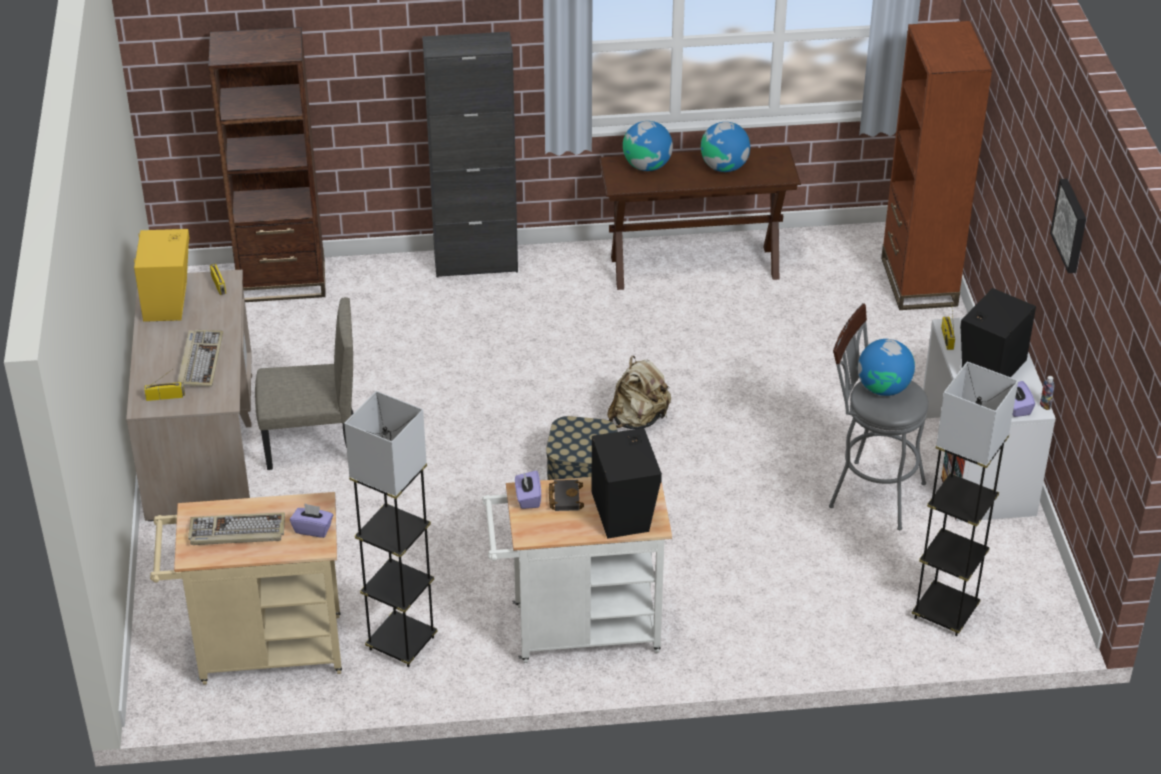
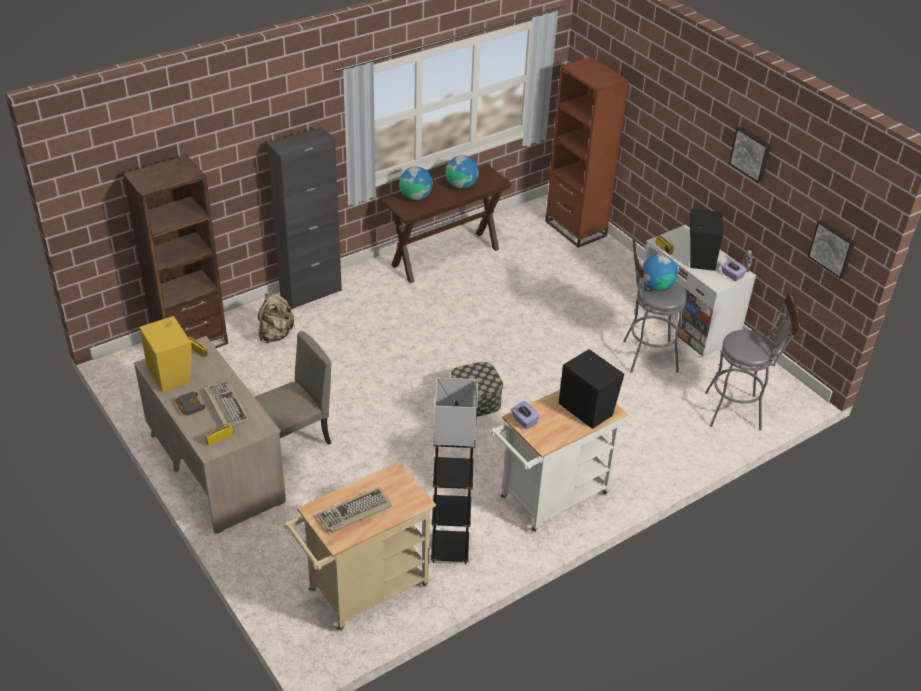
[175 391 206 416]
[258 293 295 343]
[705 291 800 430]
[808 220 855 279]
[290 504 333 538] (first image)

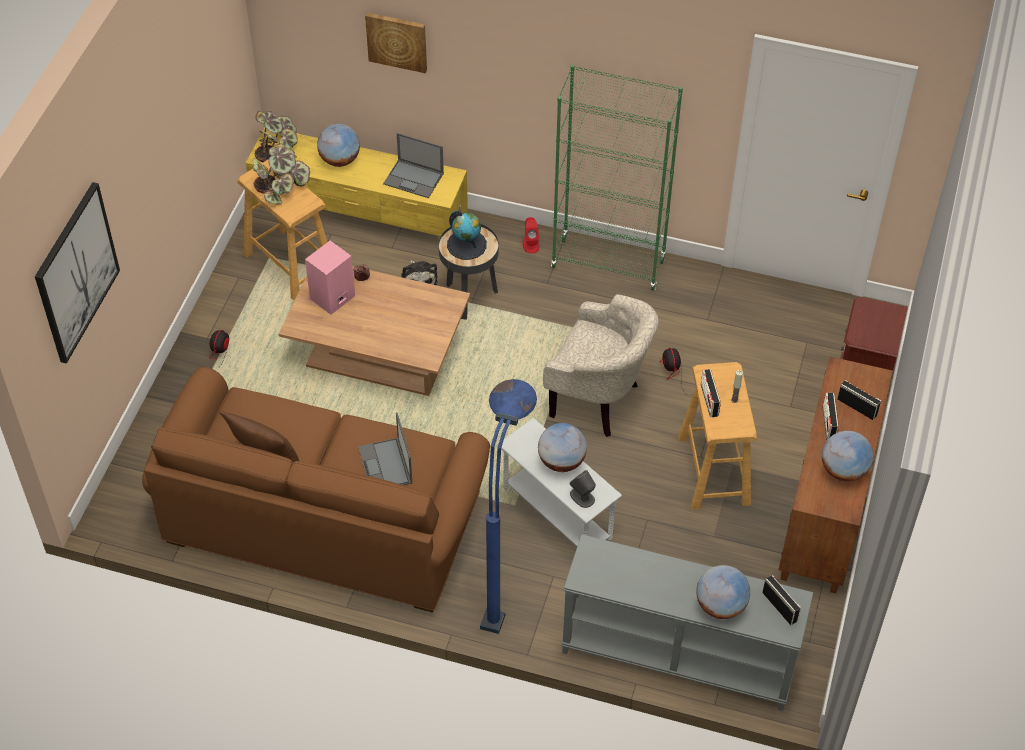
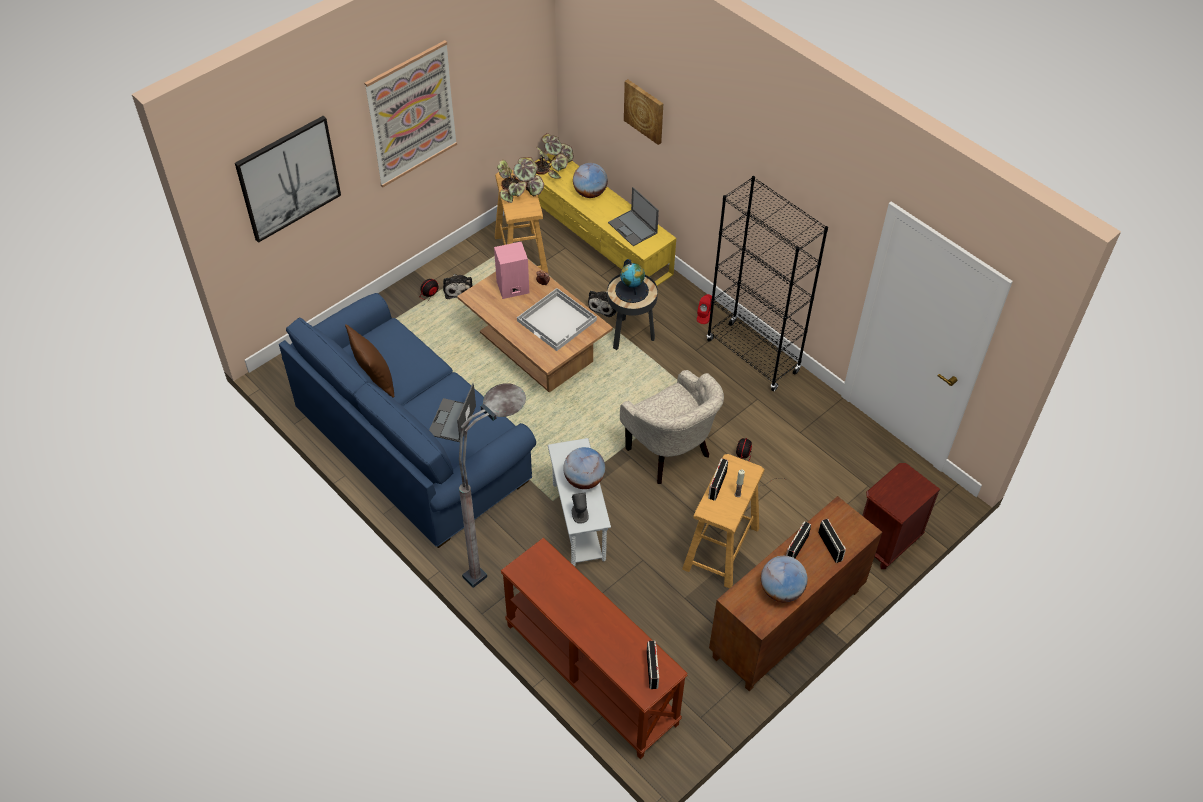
[279 293 536 548]
[364 40 457 187]
[443 274 472 299]
[459 383 526 588]
[501 538 688 759]
[517 288 597 351]
[707 176 828 391]
[696 565 750 619] (first image)

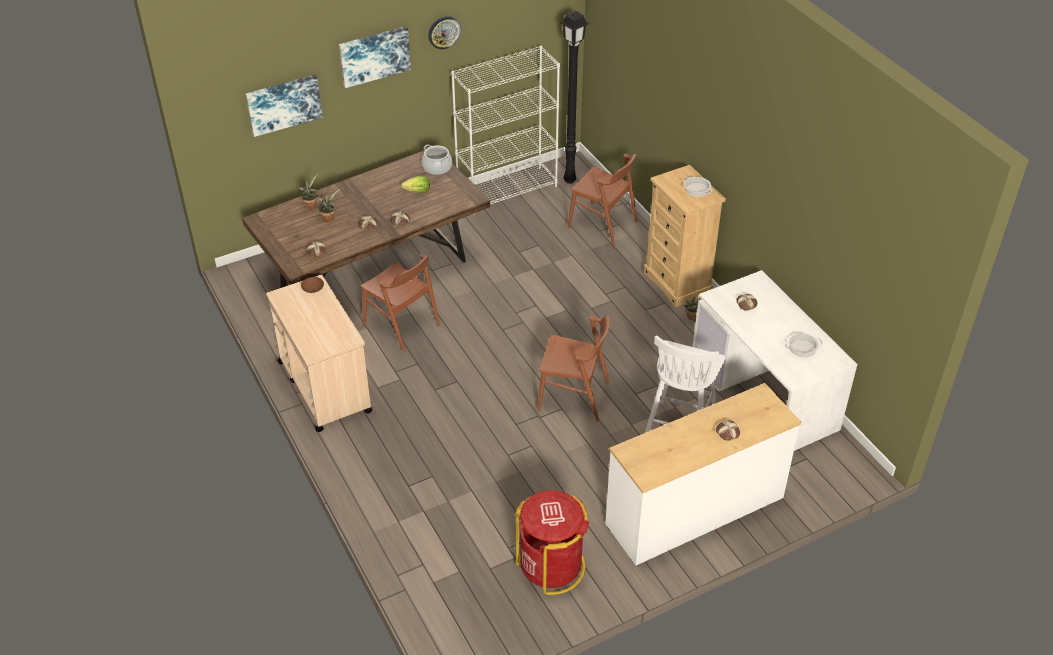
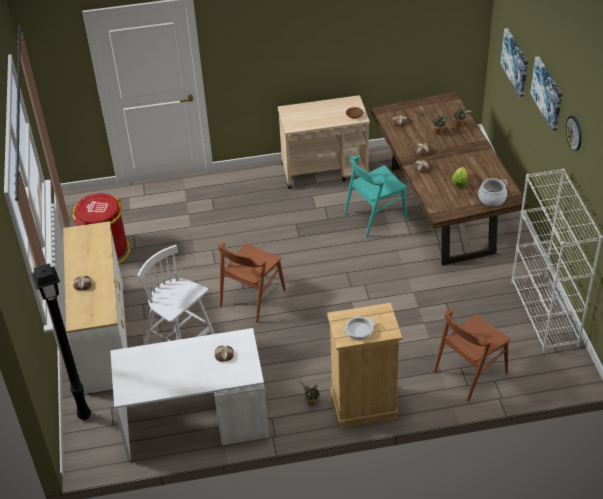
[31 263 91 420]
[344 155 407 238]
[785 333 823 358] (first image)

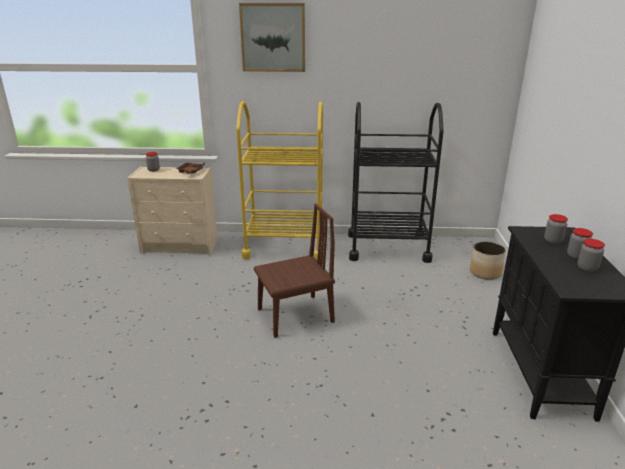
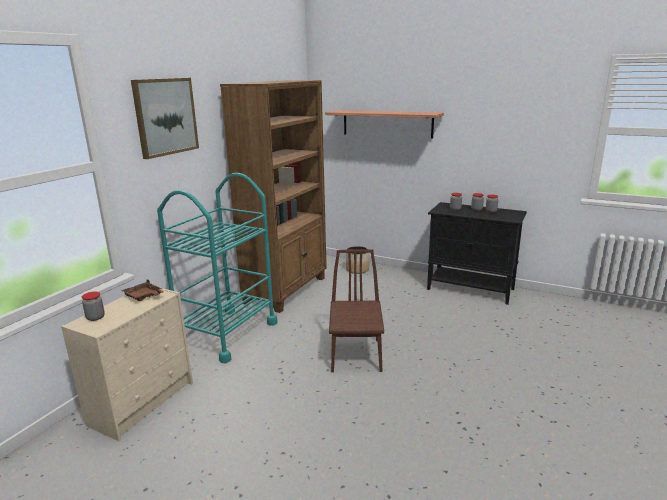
[157 173 277 363]
[220 80 327 313]
[325 110 444 139]

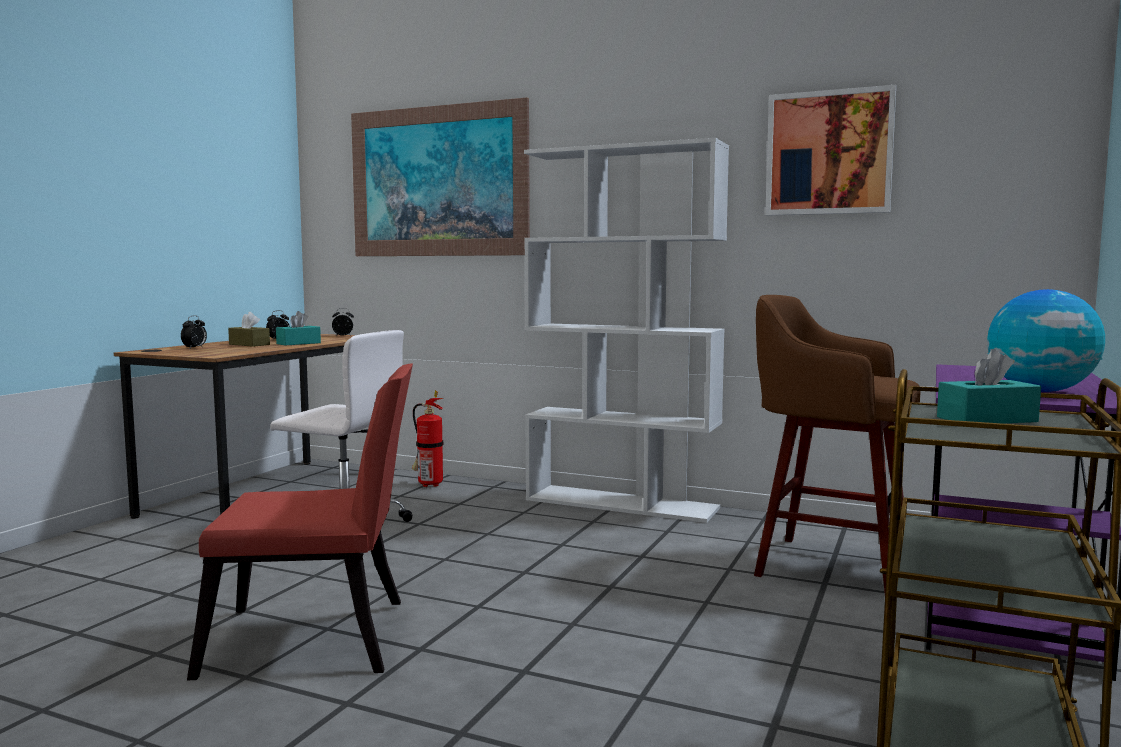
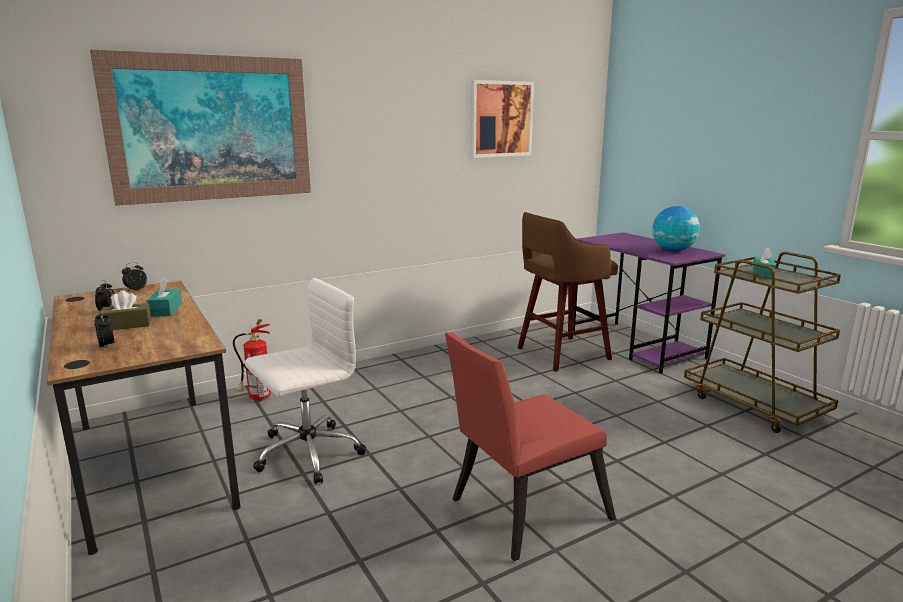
[445 332 616 561]
[524 138 729 523] (first image)

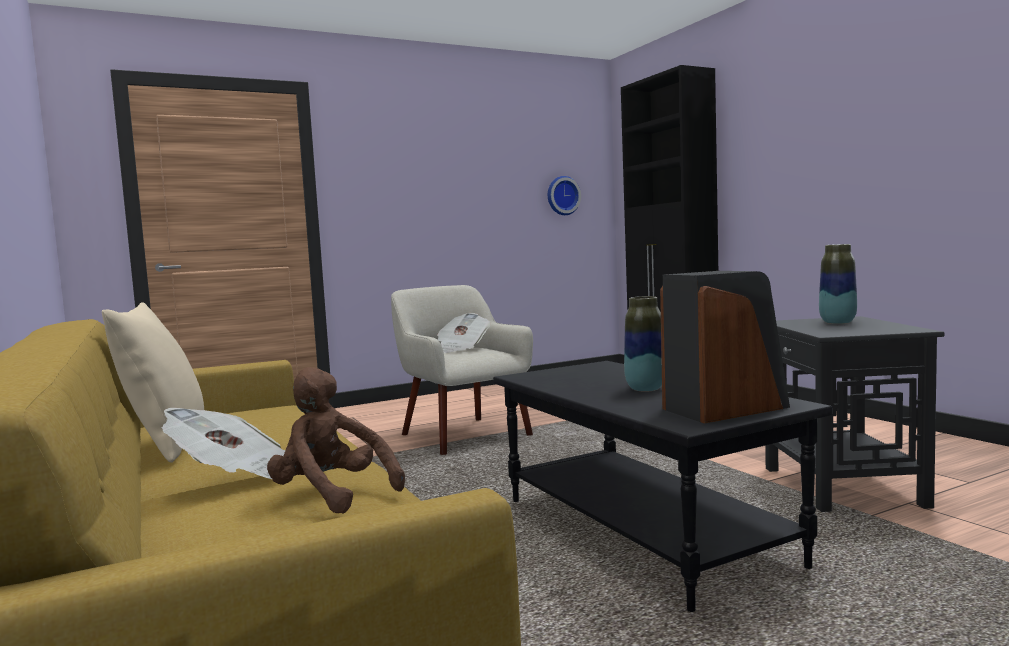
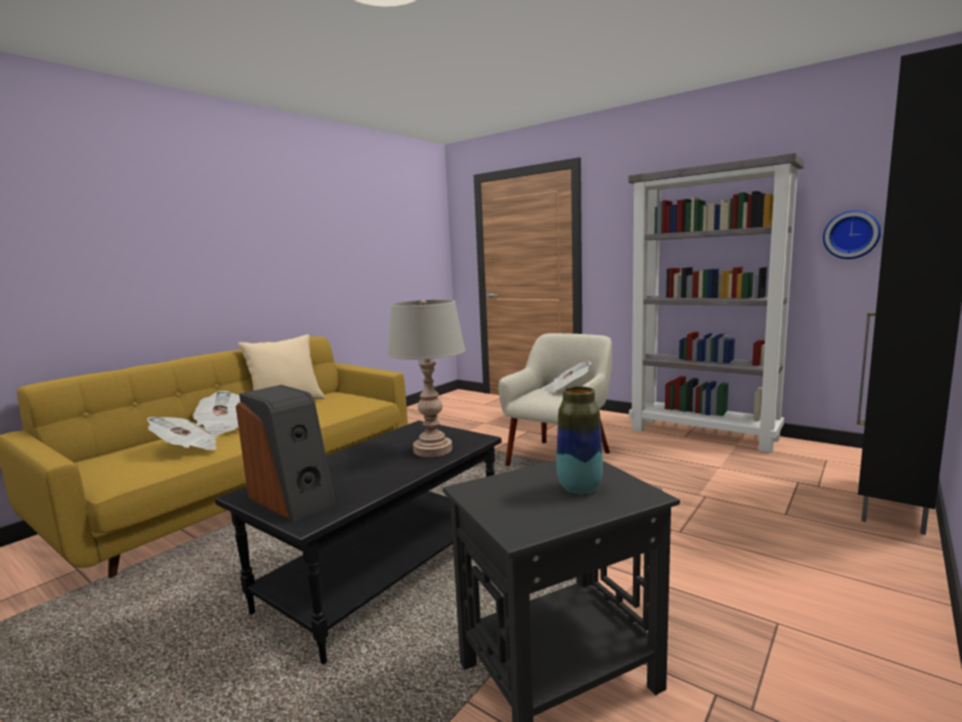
[147 417 217 450]
[387 300 465 457]
[628 153 804 453]
[624 296 662 392] (first image)

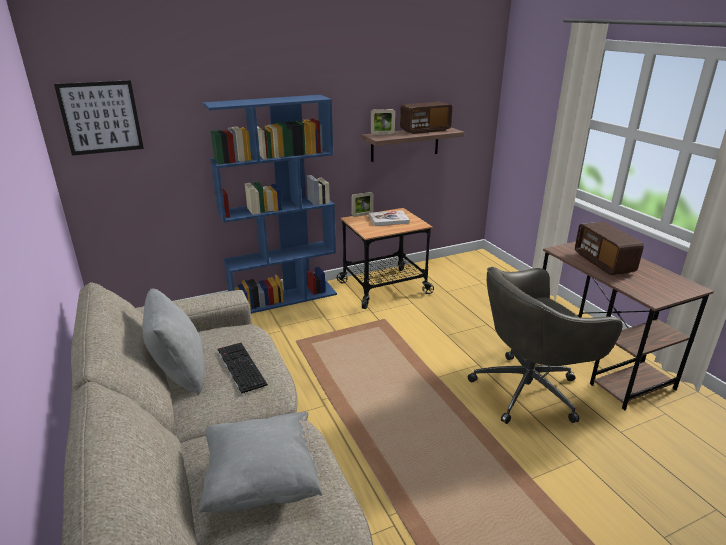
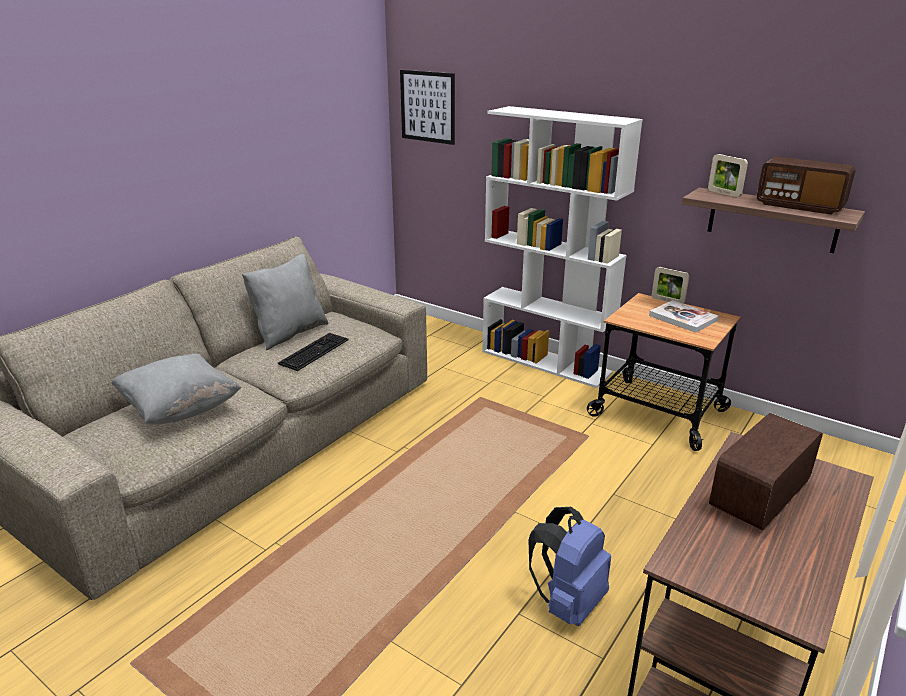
[482 106 643 388]
[528 507 611 626]

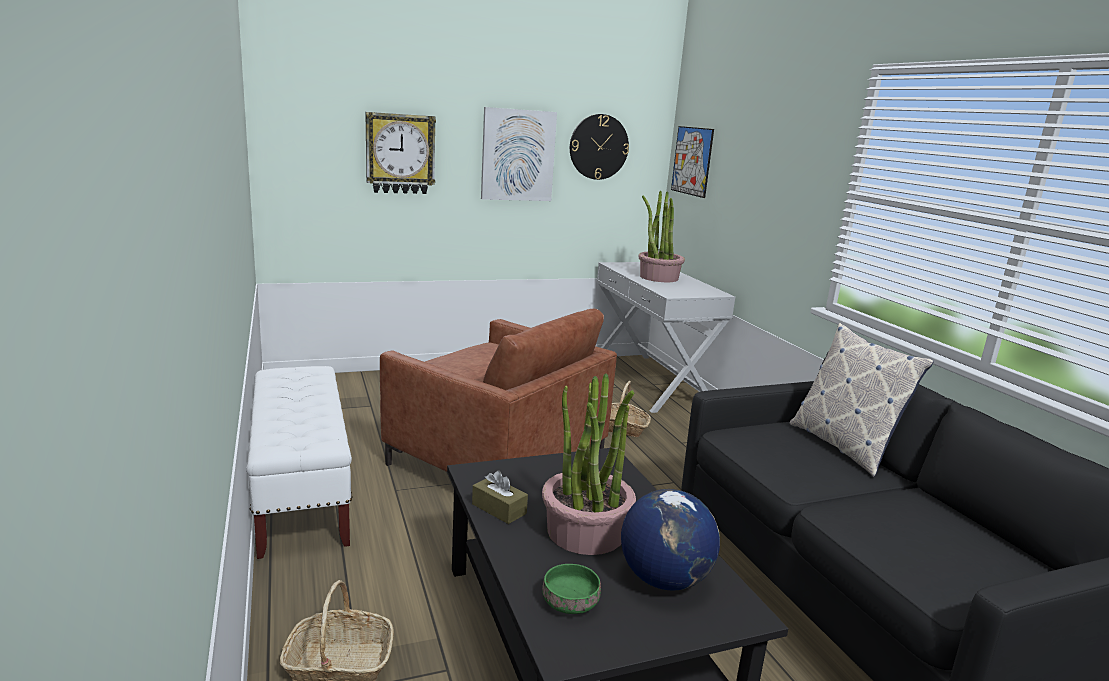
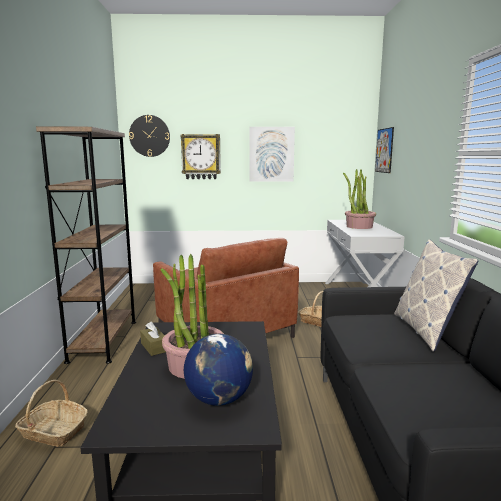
[36 127 136 364]
[129 115 170 157]
[542 564 601 614] (first image)

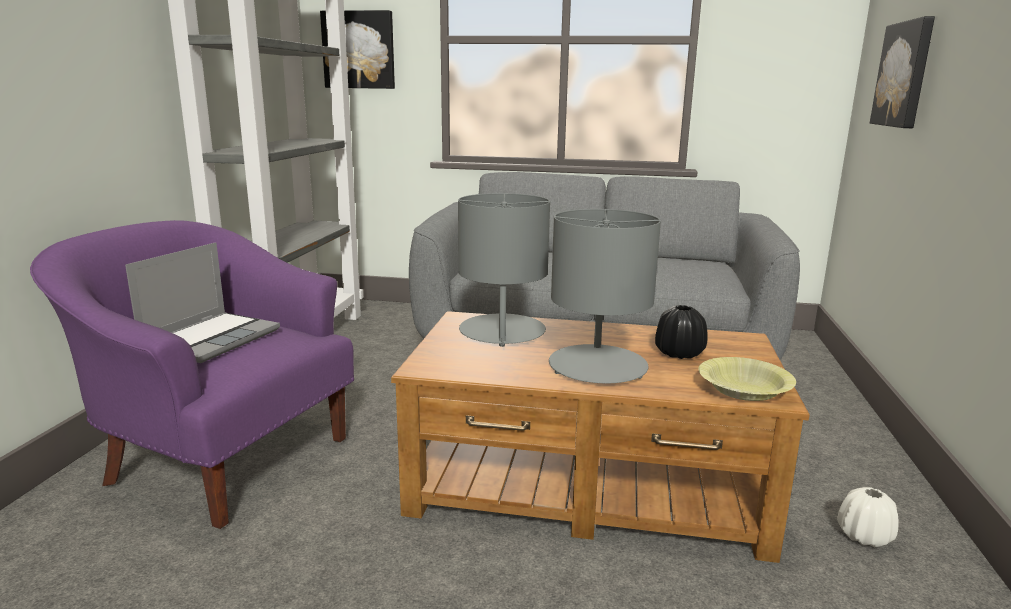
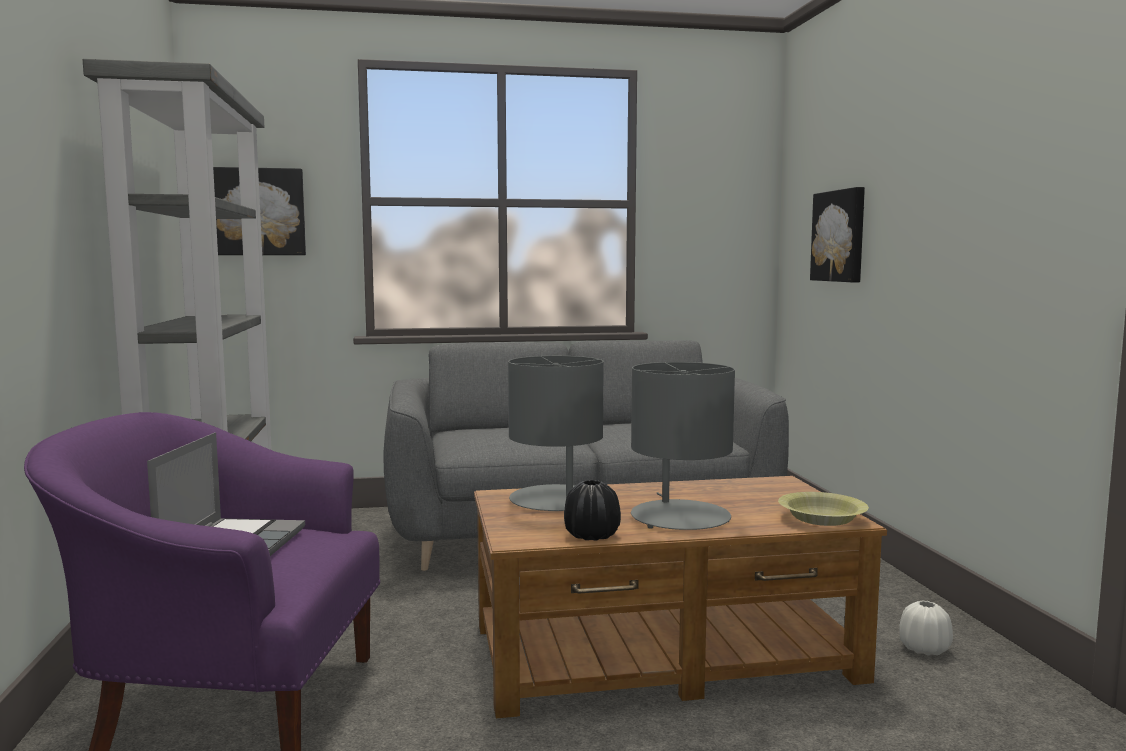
[564 480 621 541]

